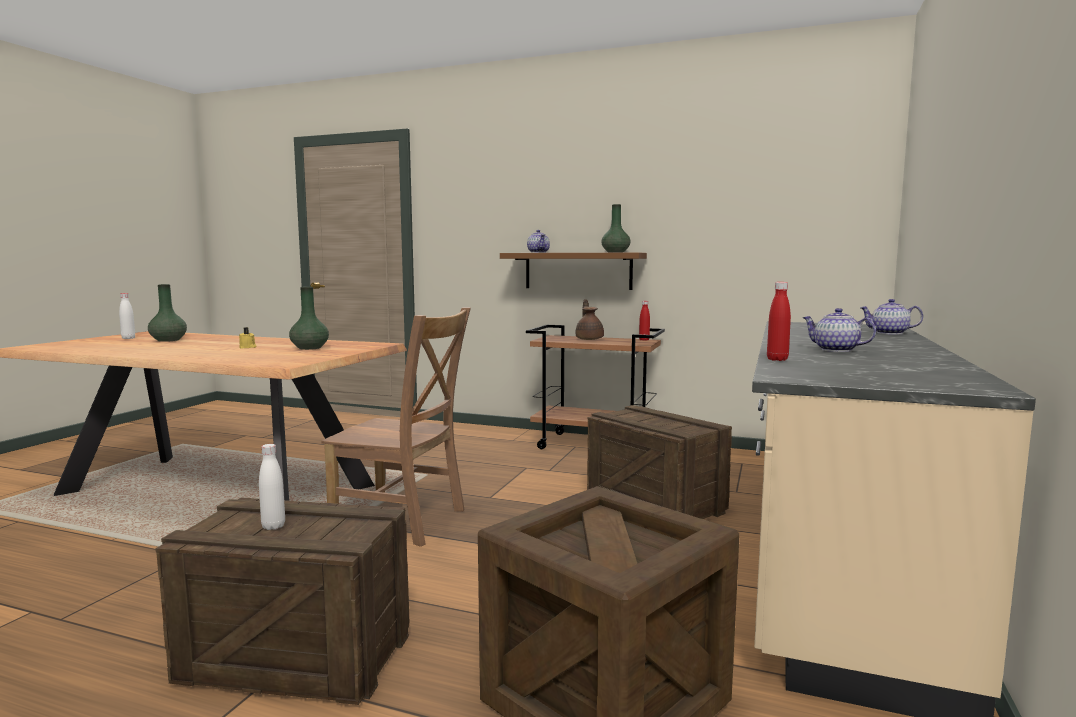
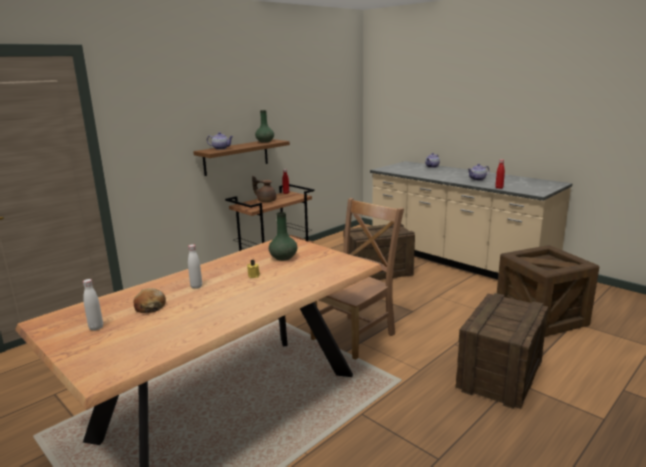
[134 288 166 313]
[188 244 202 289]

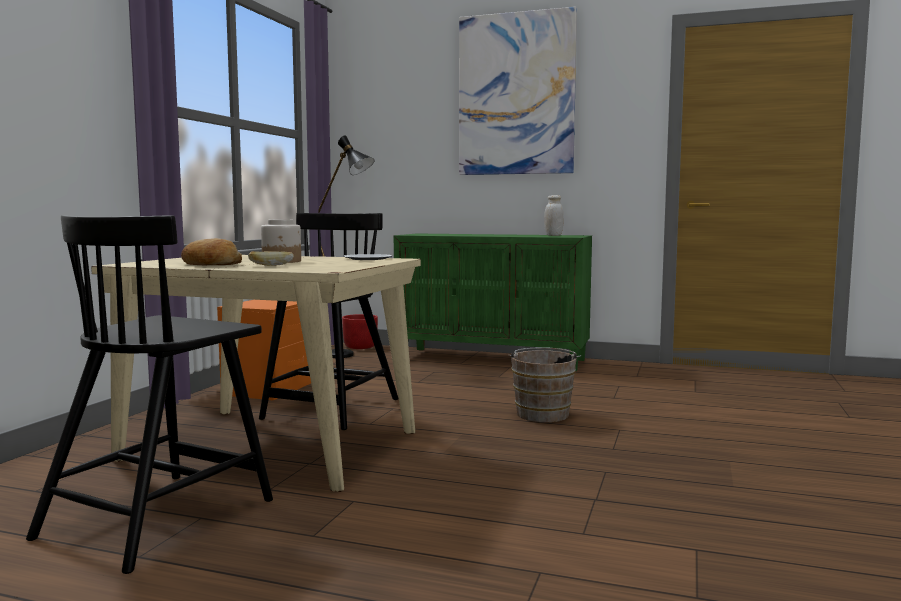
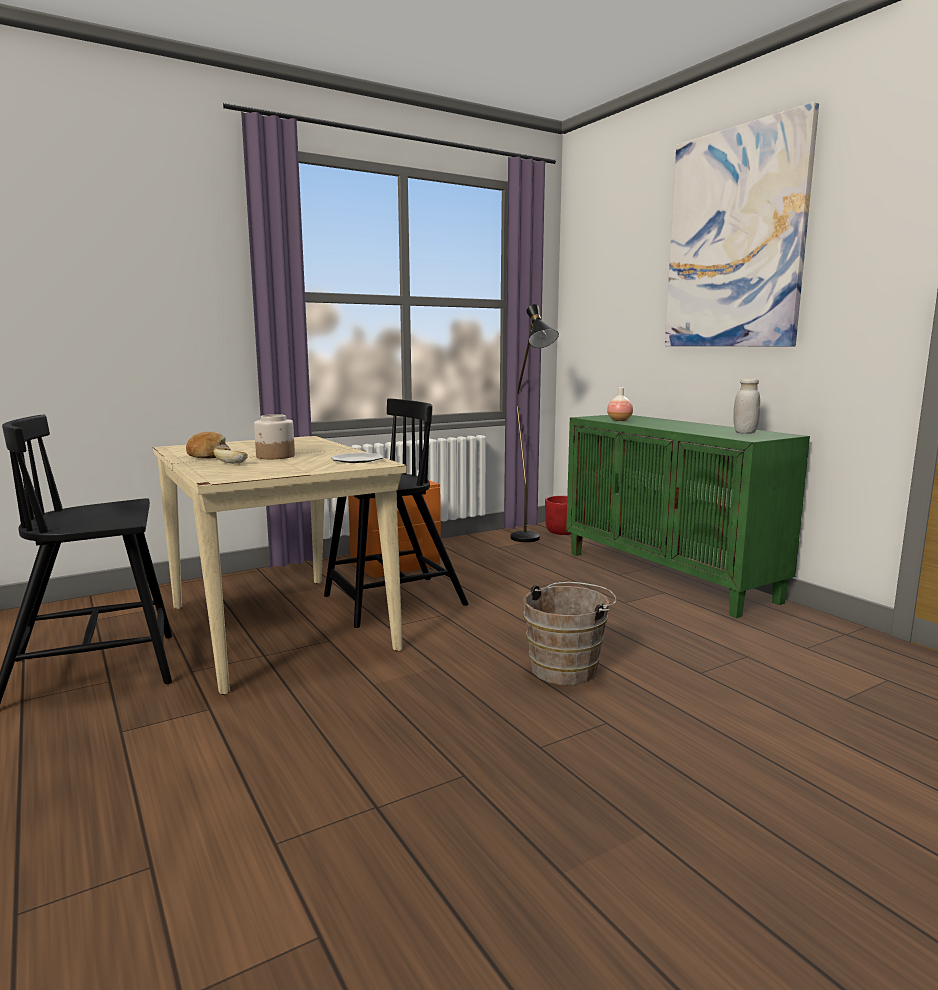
[607 388 633 421]

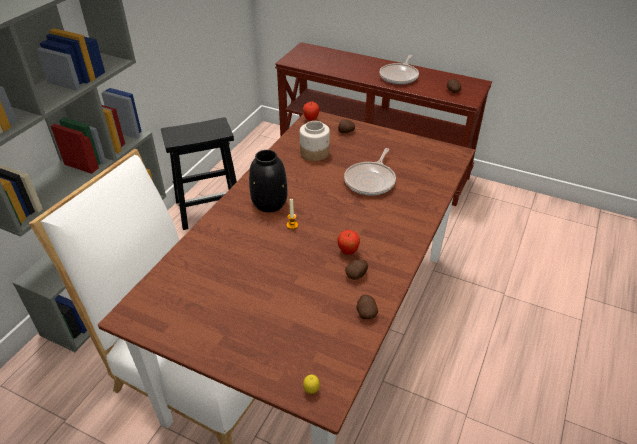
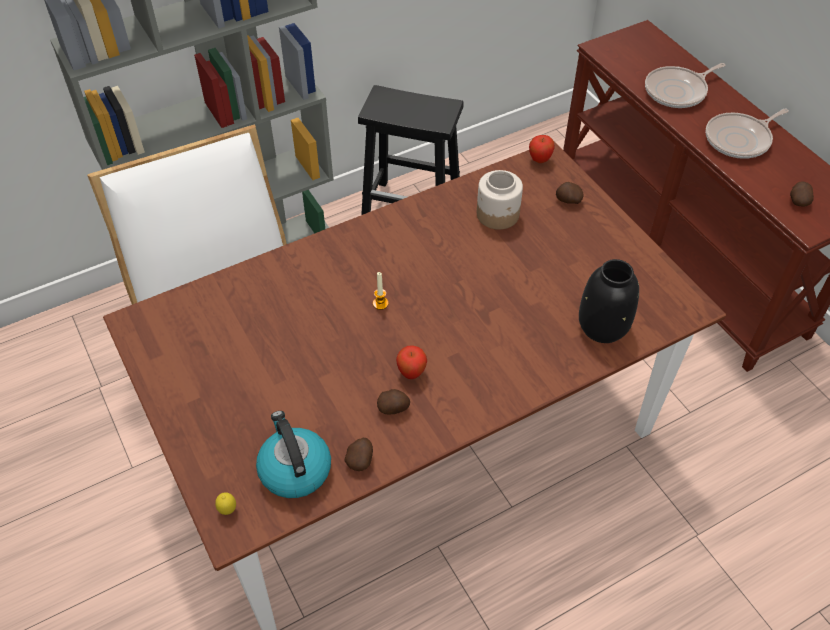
[256 411 331 498]
[579 259 639 343]
[645 63 725 108]

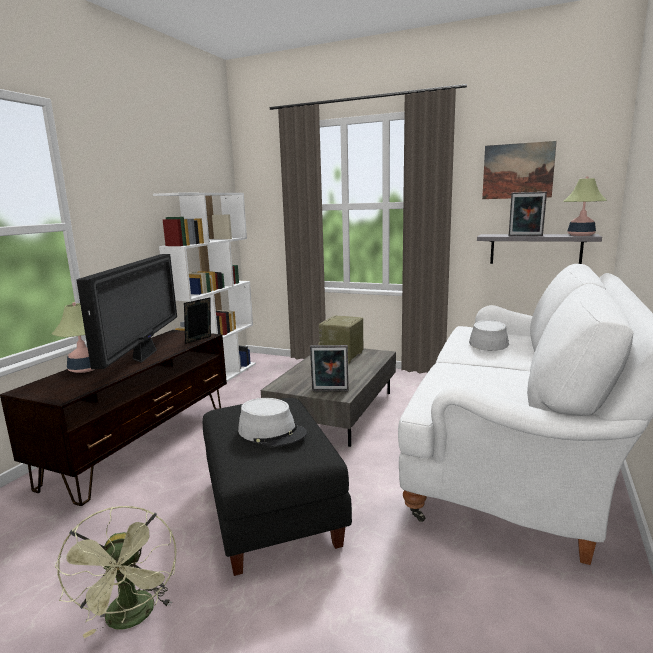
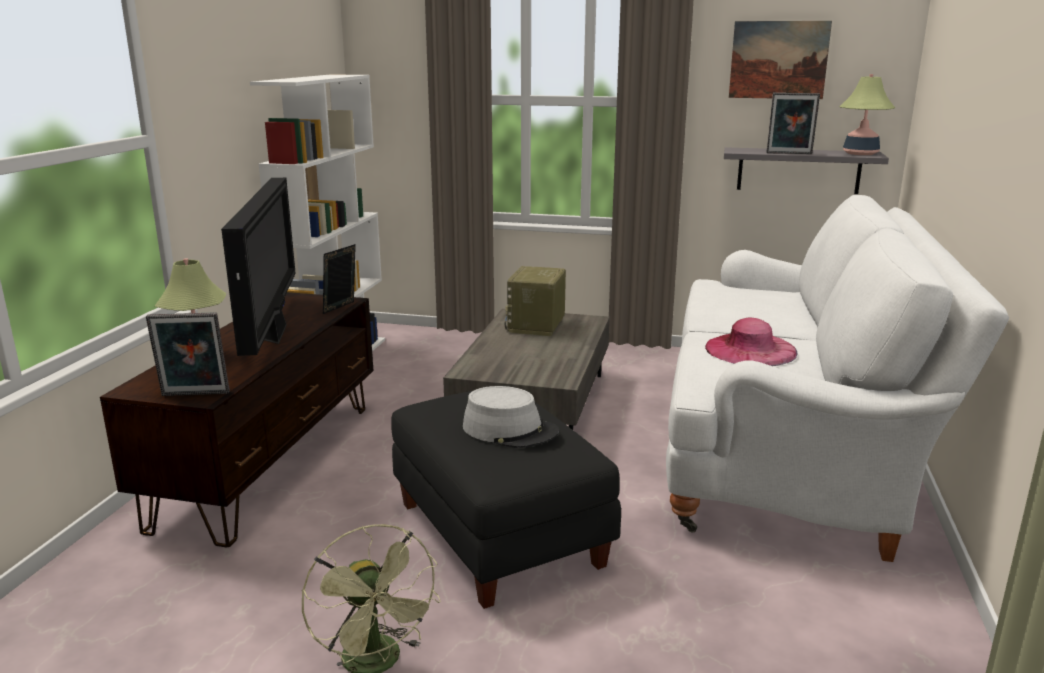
[146 313 230 396]
[705 318 798 366]
[469 320 509 351] (first image)

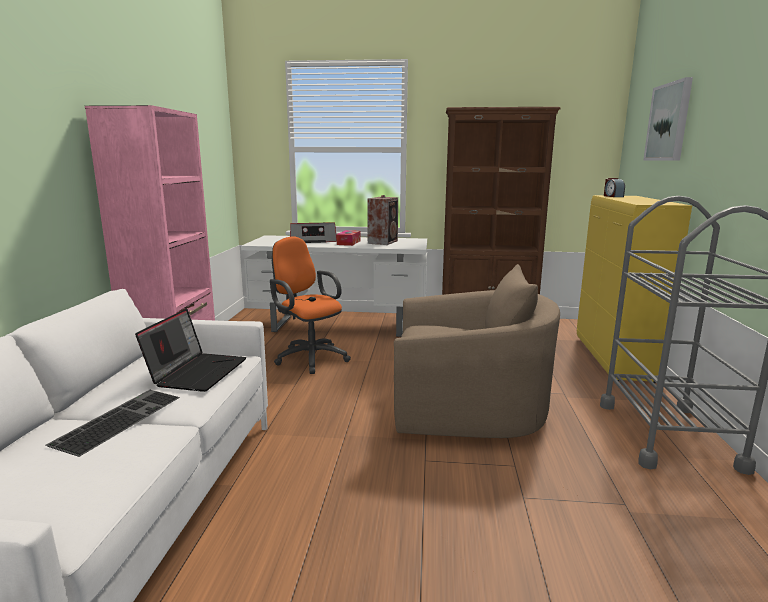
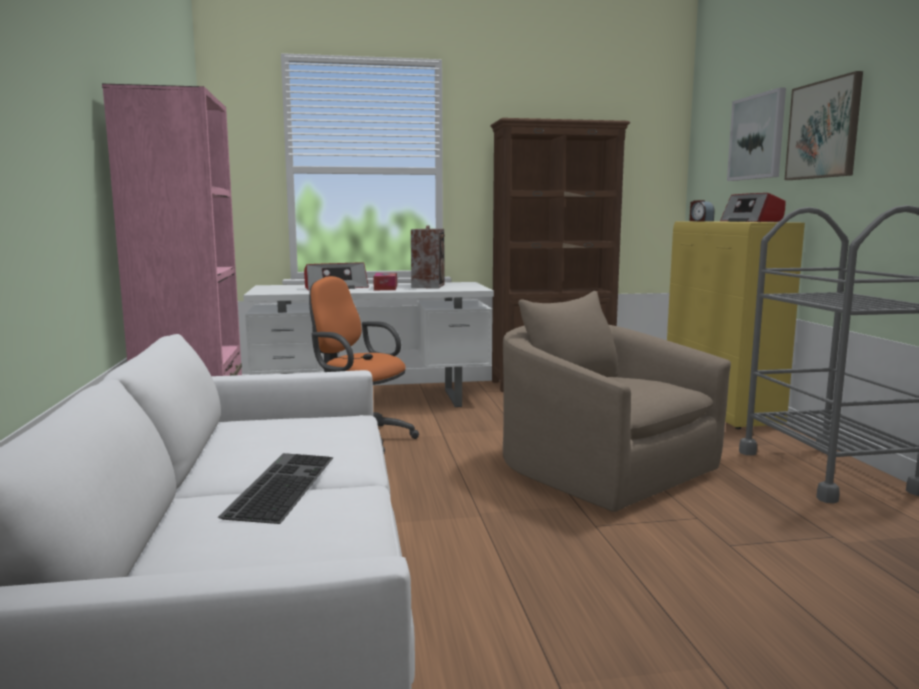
[503 291 731 512]
[720 193 785 222]
[785 71 863 180]
[135 308 246 392] (first image)

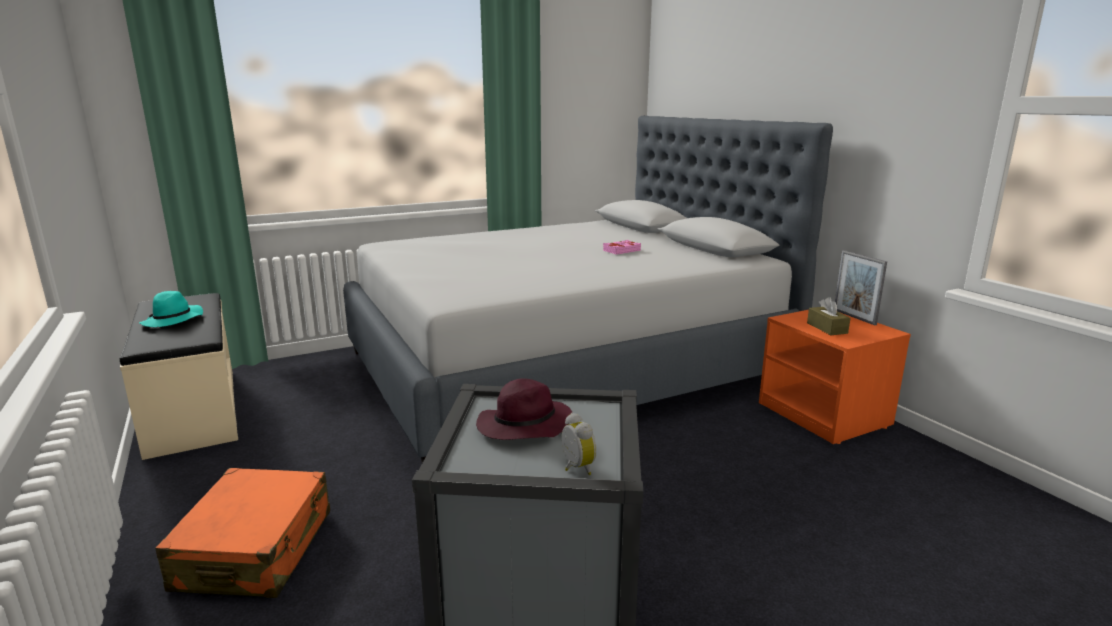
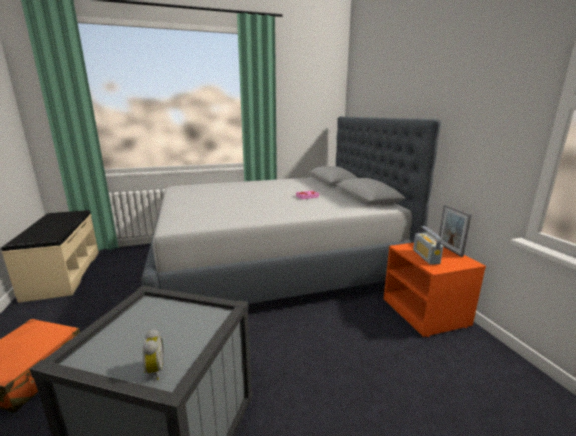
[413 226 443 265]
[139 291 203 327] (first image)
[476 378 573 440] (first image)

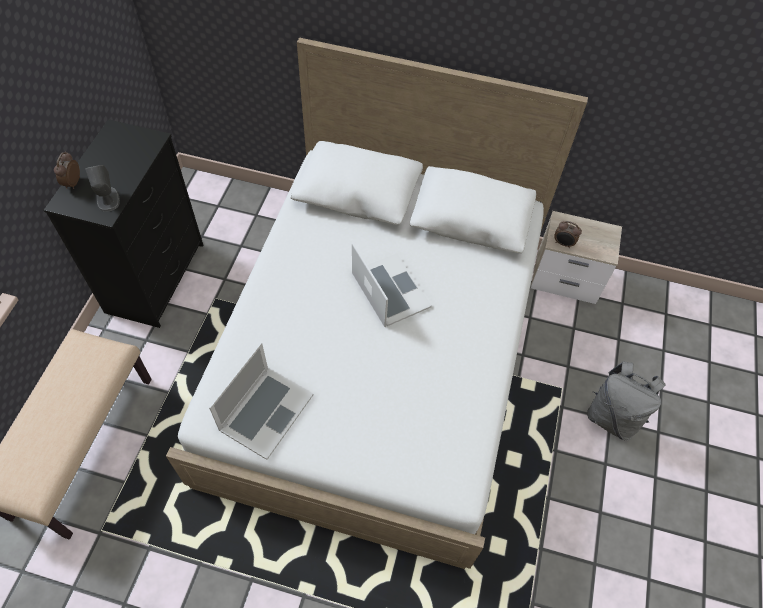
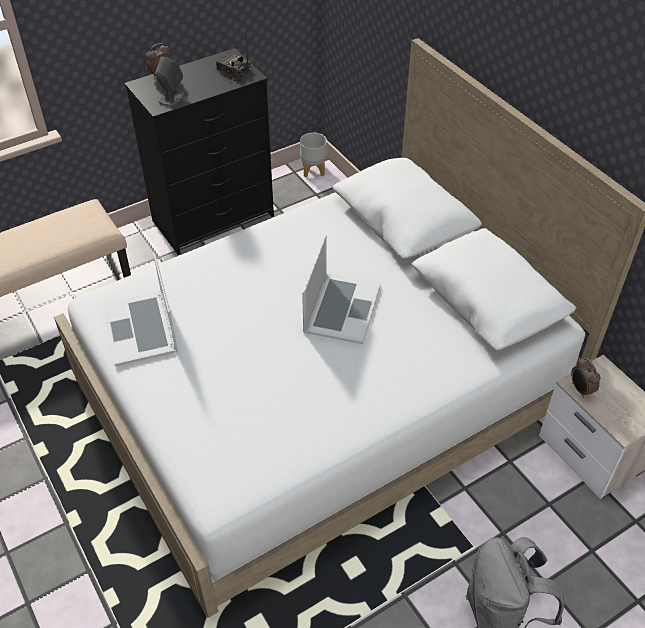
[104 253 178 366]
[216 31 251 82]
[300 133 327 177]

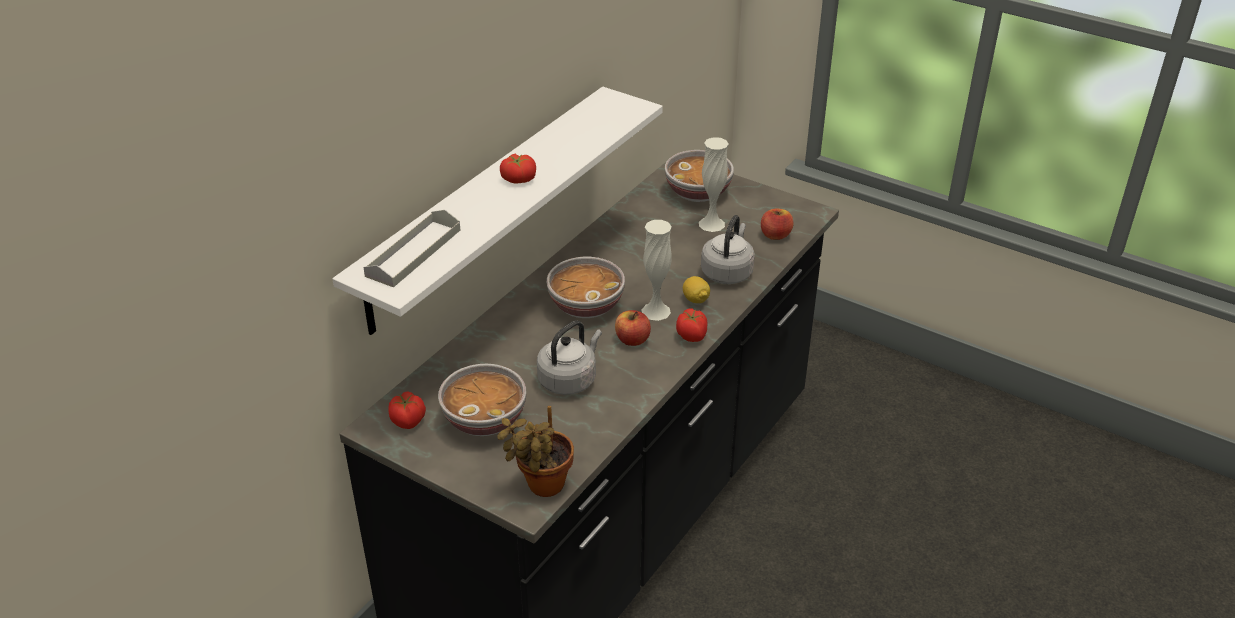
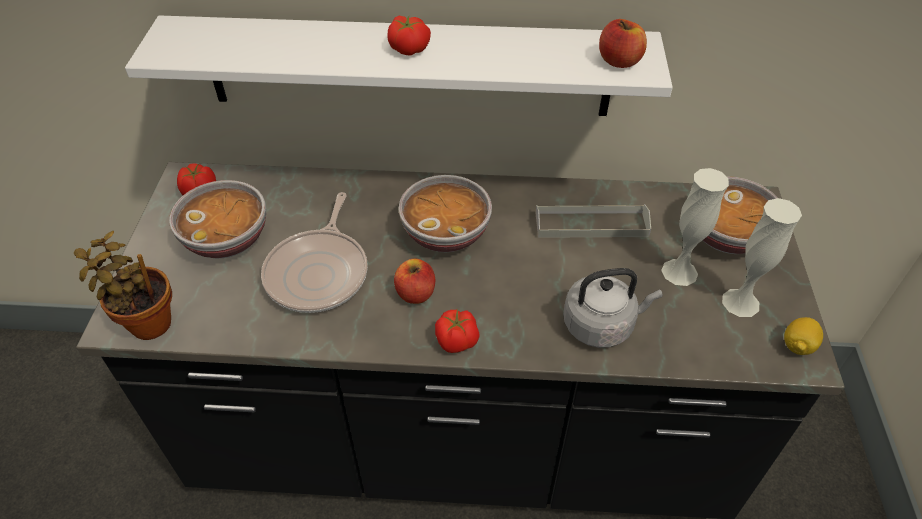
[261 192 368 313]
[535 204 651 238]
[599 19 647 68]
[722 198 802 317]
[784 317 823 355]

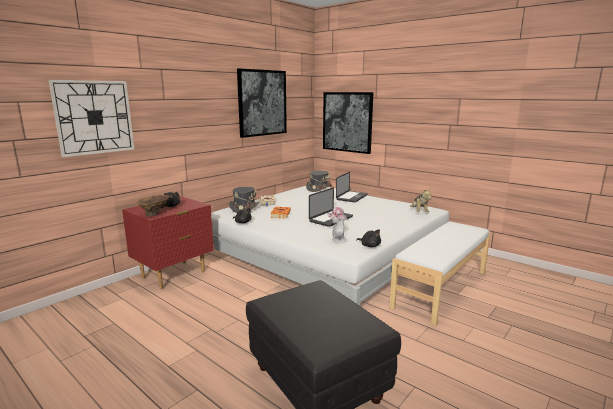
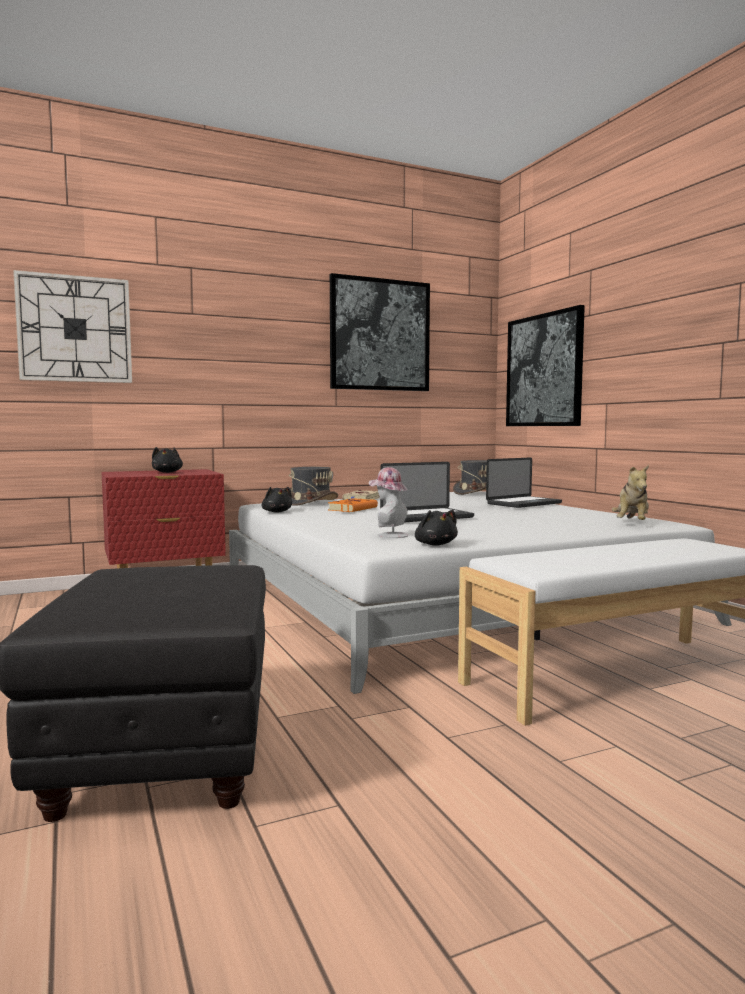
[136 195 169 217] (first image)

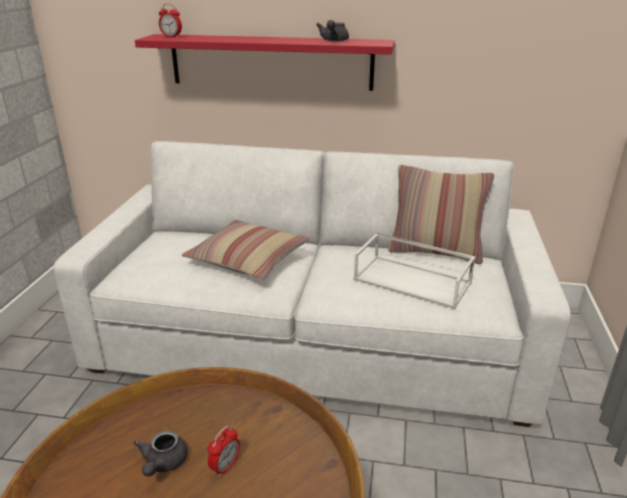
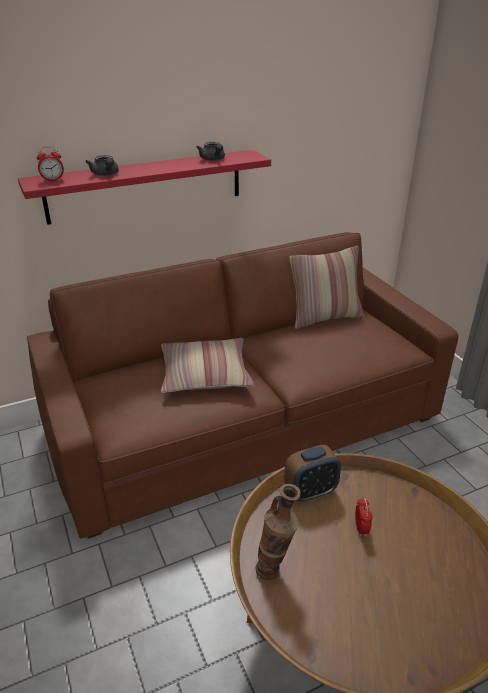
[27 232 458 539]
[86 155 119 176]
[256 484 300 580]
[284 445 341 502]
[353 233 476 309] (first image)

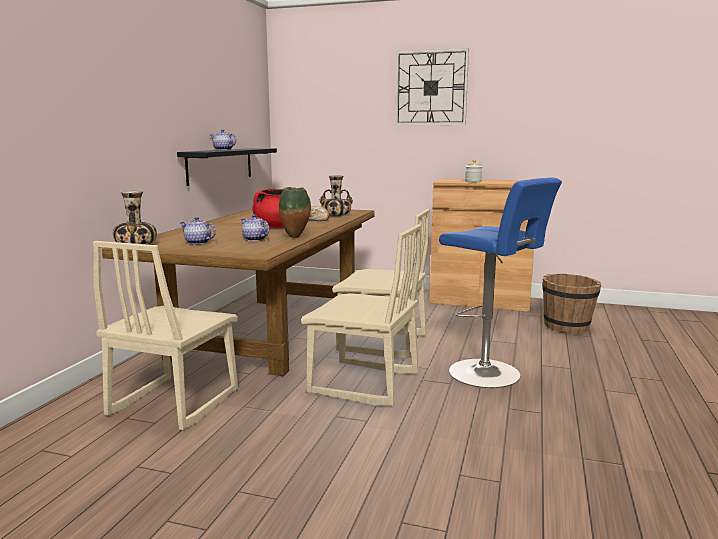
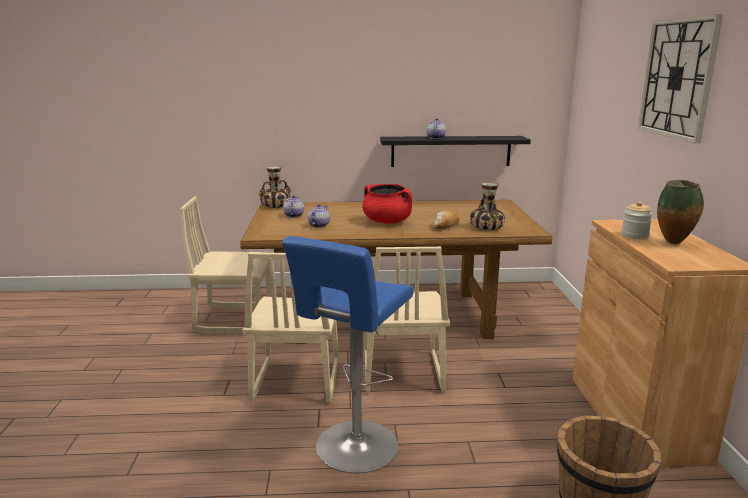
[657 180 704 244]

